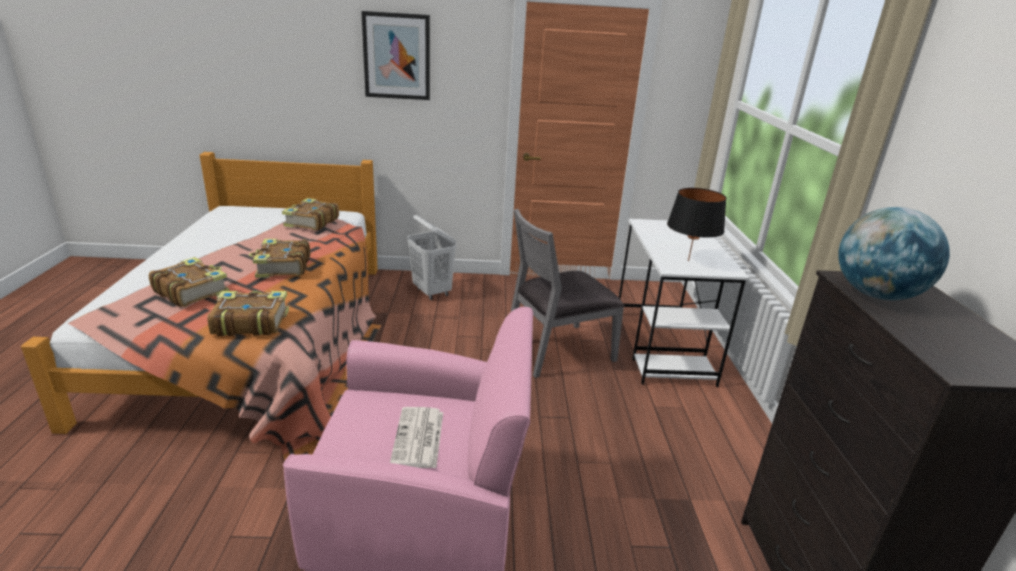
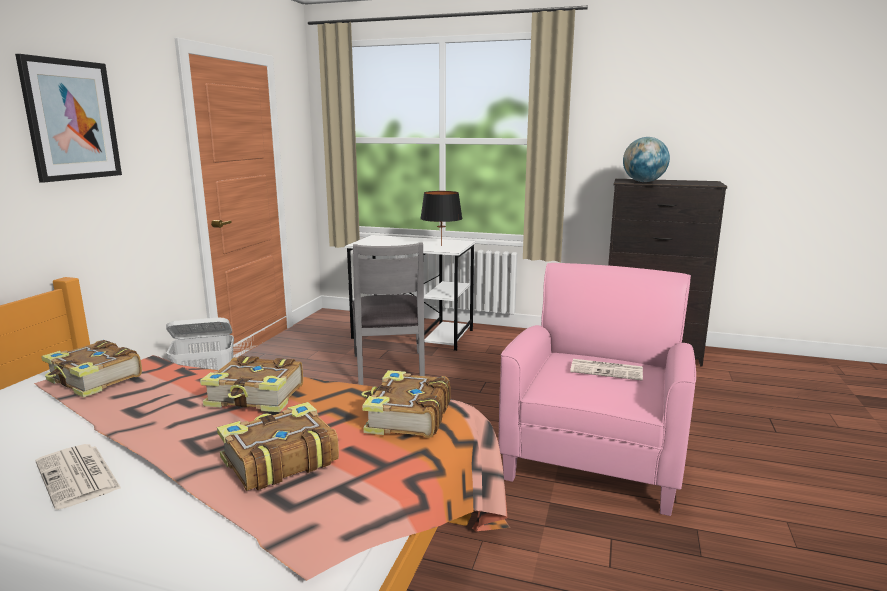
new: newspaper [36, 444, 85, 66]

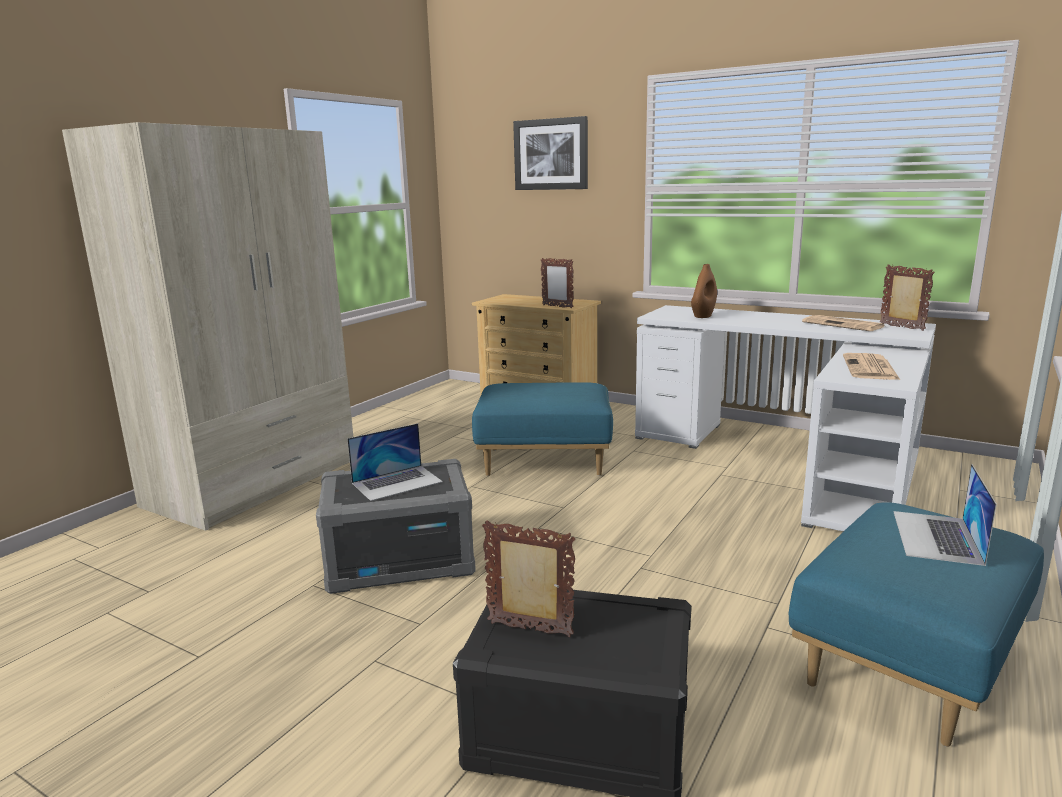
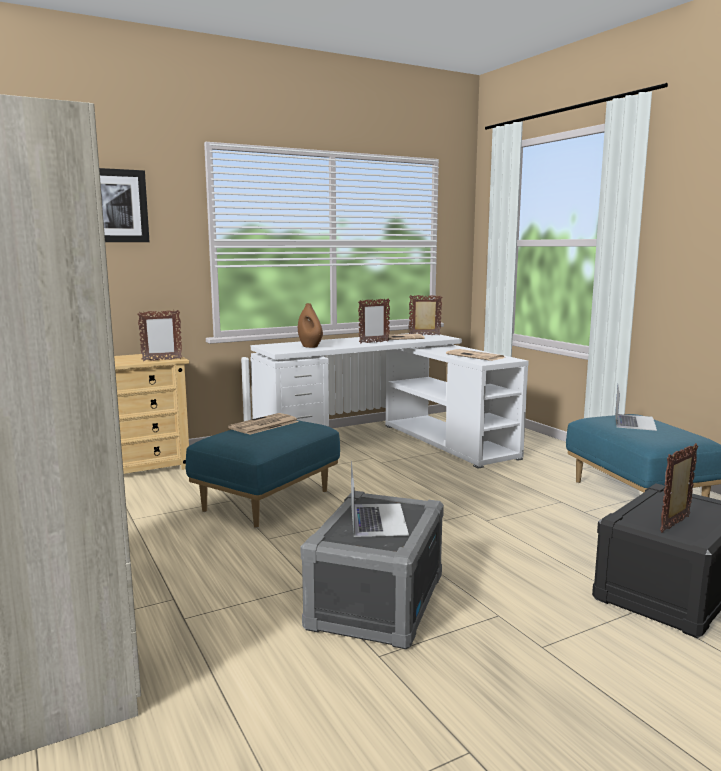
new: newspaper [228, 413, 71, 22]; picture frame [358, 298, 32, 46]
rotated: laptop [893, 464, 104, 102] = [615, 384, 42, 47] 120 degrees counterclockwise

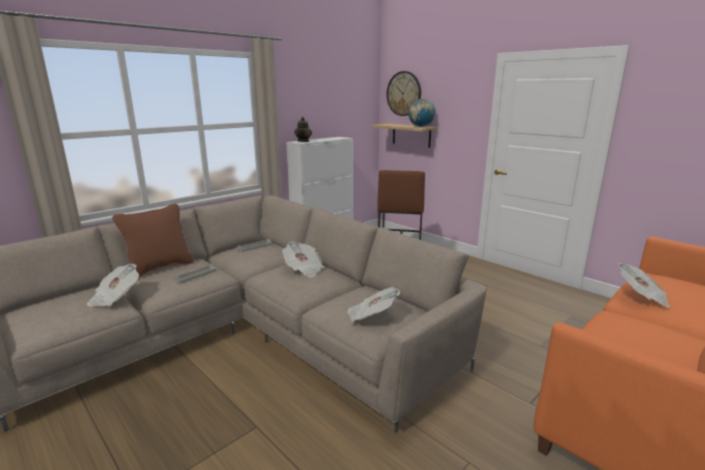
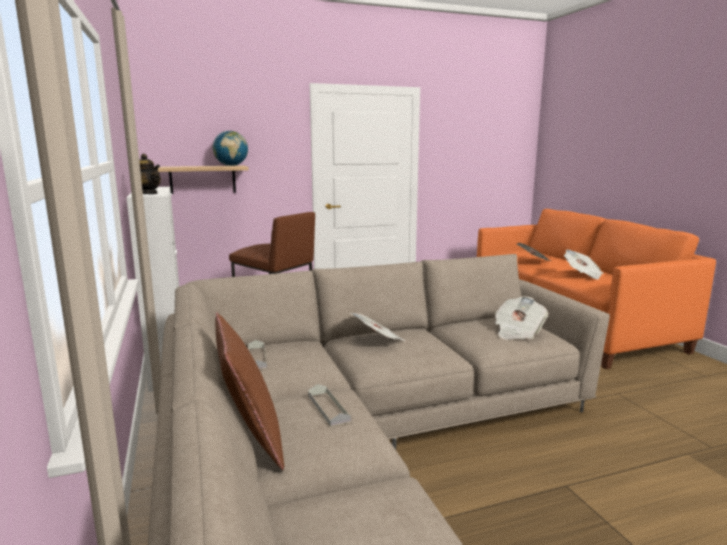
gone: wall clock [386, 71, 35, 45]
shifted: newspaper [87, 264, 52, 43] to [564, 250, 39, 30]

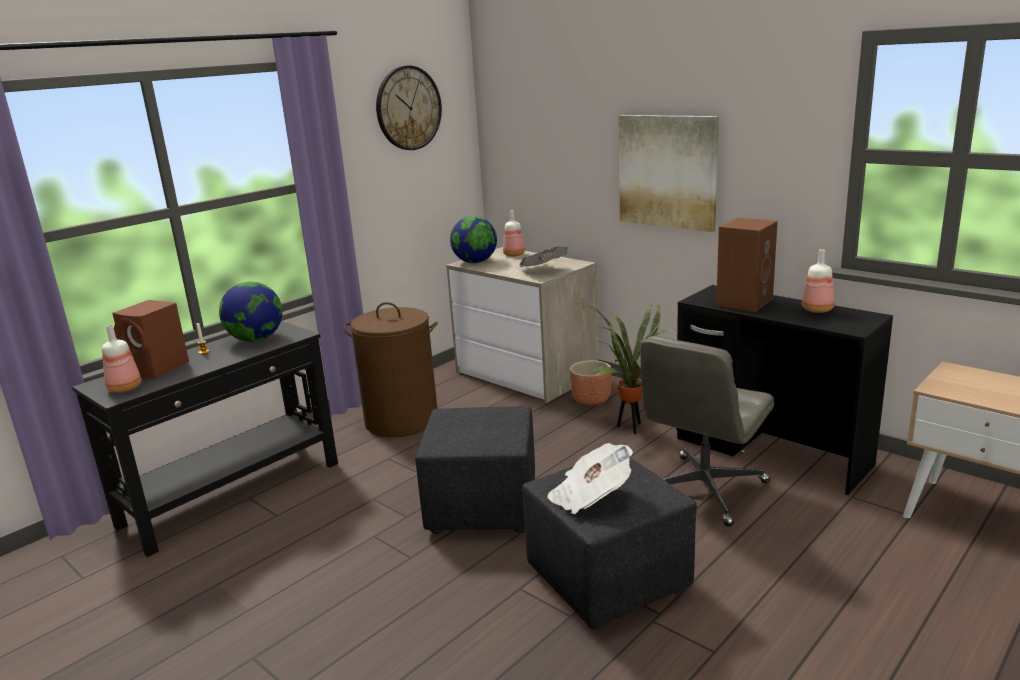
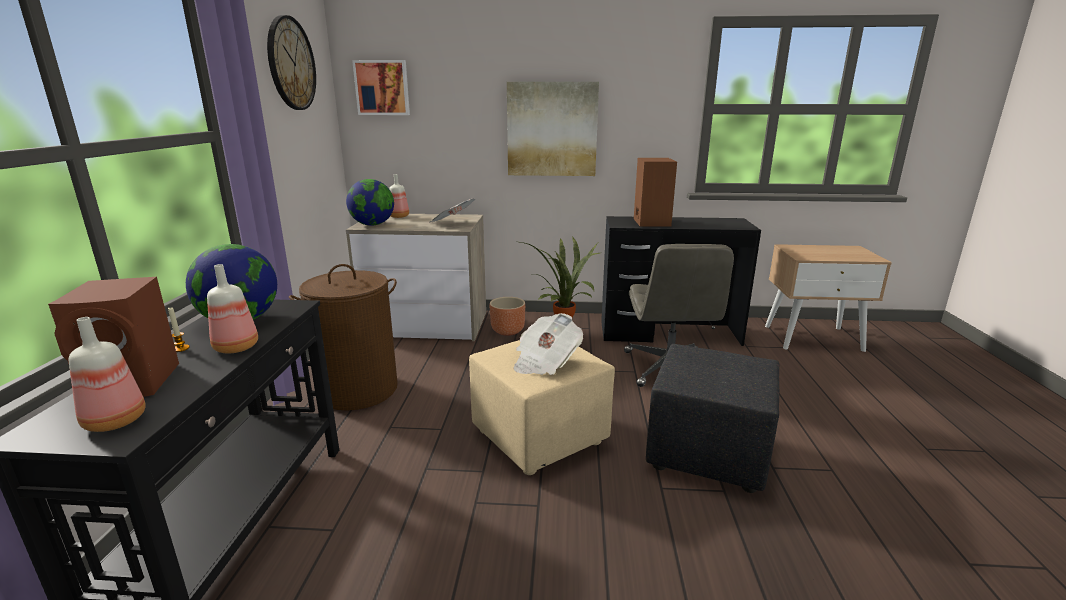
new: picture [352, 60, 58, 55]
shifted: newspaper [548, 443, 85, 71] to [513, 313, 70, 62]; bottle [802, 249, 32, 64] to [207, 264, 51, 89]
repainted: black ottoman [415, 406, 120, 128] to beige ottoman [469, 340, 146, 135]

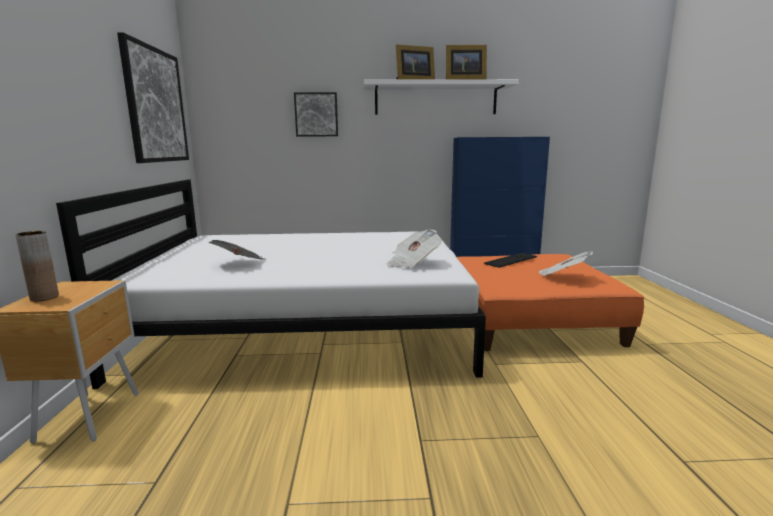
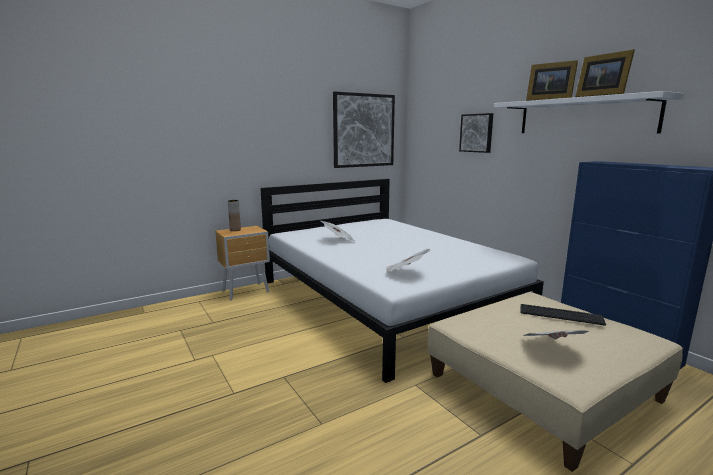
repainted: orange ottoman [457, 254, 187, 97] to beige ottoman [428, 292, 256, 180]

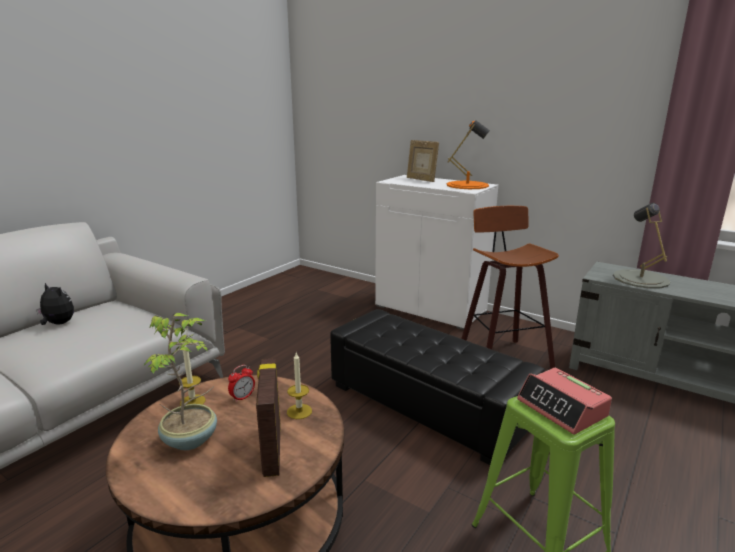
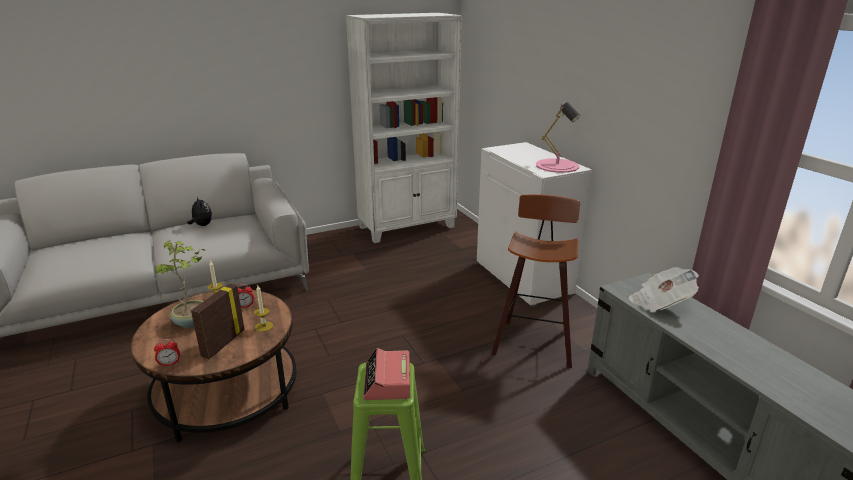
gone: black ottoman [330, 309, 215, 156]; picture frame [407, 140, 32, 42]
new: alarm clock [154, 339, 26, 28]; white bookcase [346, 13, 116, 230]
swapped: grey table lamp [613, 203, 57, 85] to newspaper [629, 267, 70, 45]
repainted: orange table lamp [447, 120, 43, 69] to pink table lamp [536, 102, 44, 71]

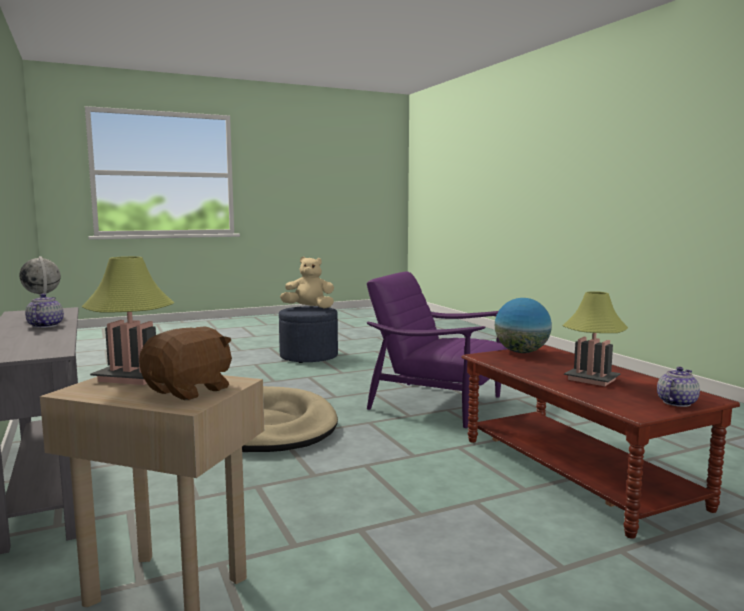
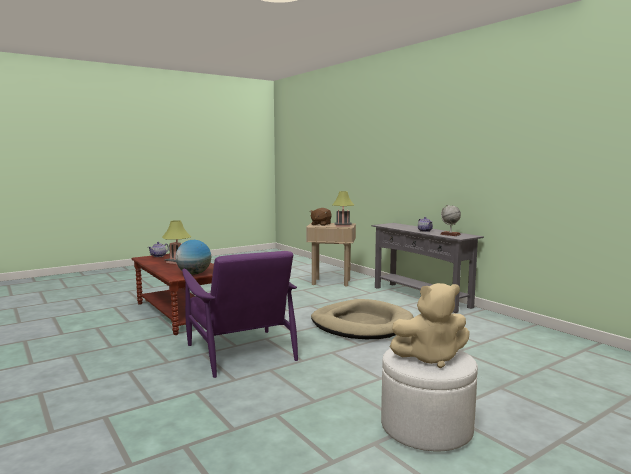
repainted: blue ottoman [279, 306, 59, 57] to white ottoman [381, 348, 97, 103]
rotated: purple armchair [367, 272, 140, 156] = [182, 251, 116, 127] 45 degrees clockwise

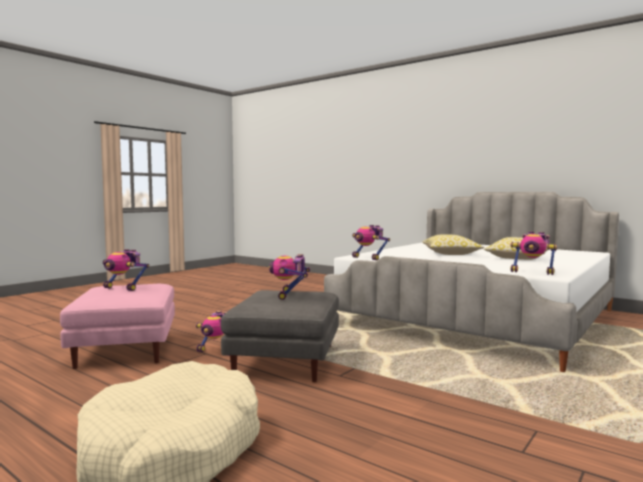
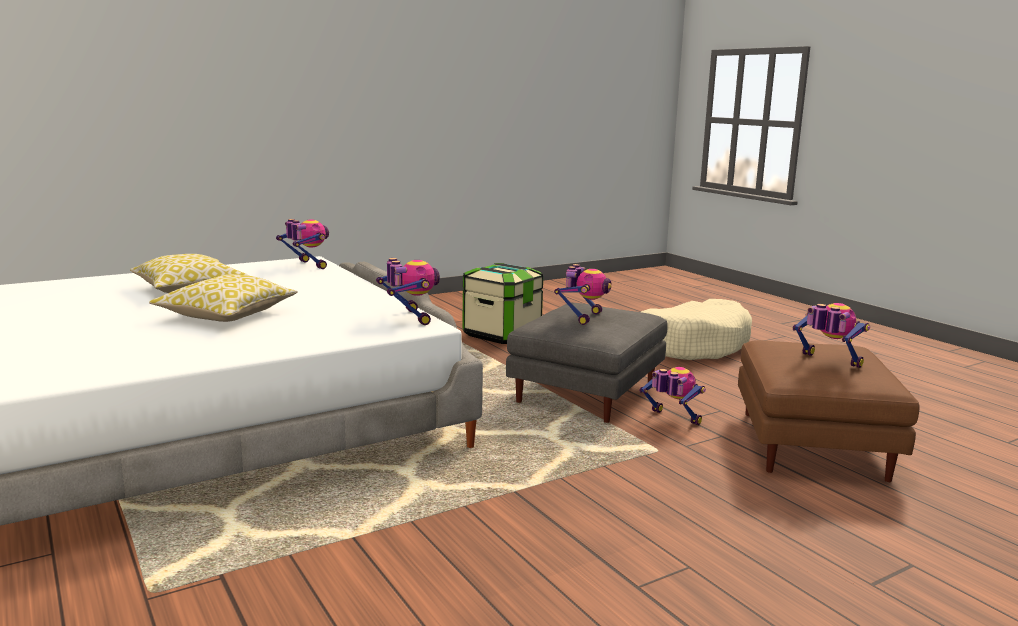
new: storage box [463, 263, 80, 81]
repainted: pink ottoman [60, 284, 115, 85] to brown ottoman [738, 340, 182, 142]

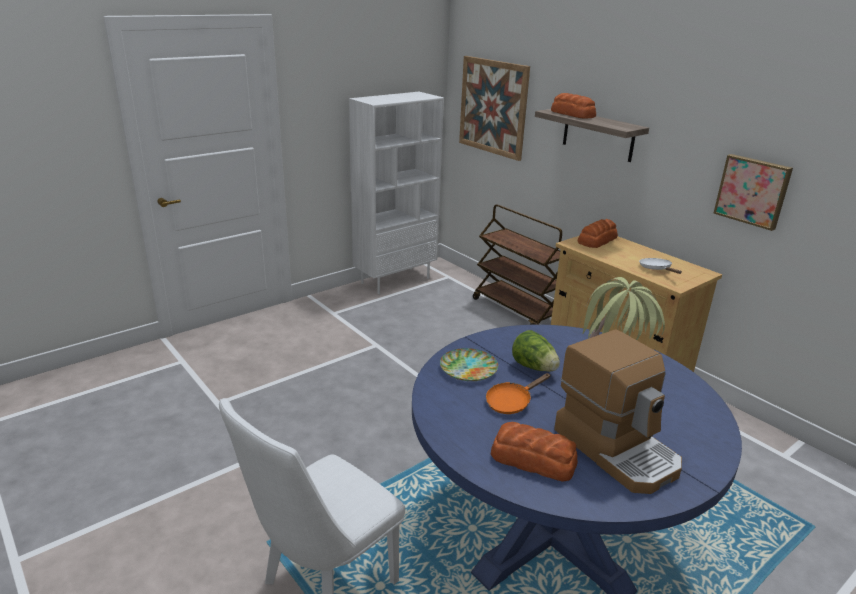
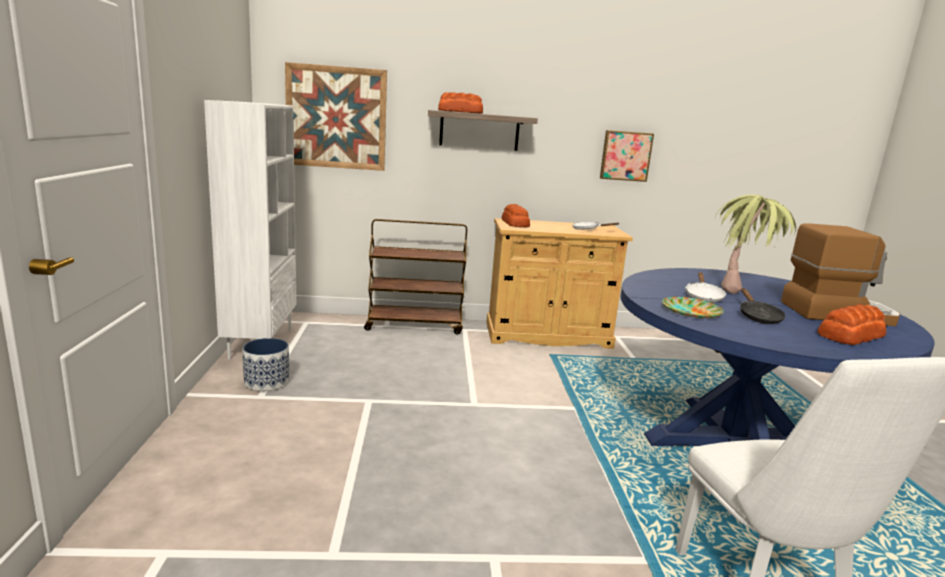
new: planter [242, 338, 47, 53]
swapped: lettuce [512, 330, 48, 42] to white frying pan [685, 272, 41, 30]
repainted: orange frying pan [486, 373, 64, 41] to black frying pan [740, 288, 46, 36]

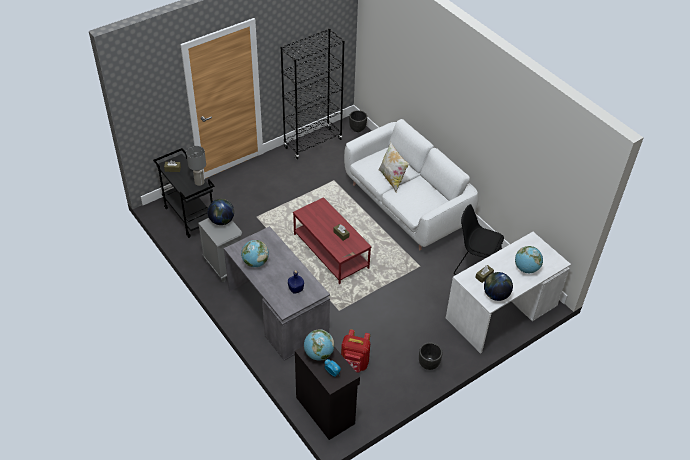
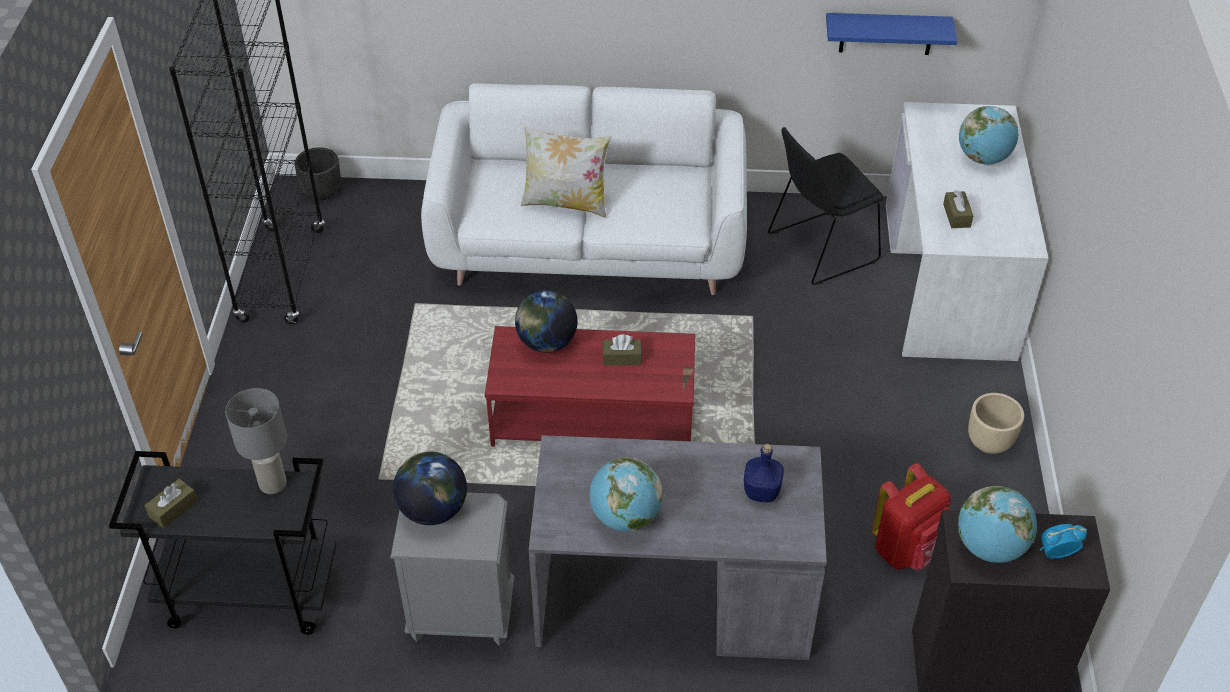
new: blue shelf [826, 13, 131, 42]
shifted: globe [484, 272, 29, 29] to [515, 290, 63, 63]
repainted: black planter [419, 342, 24, 28] to beige planter [968, 393, 56, 61]

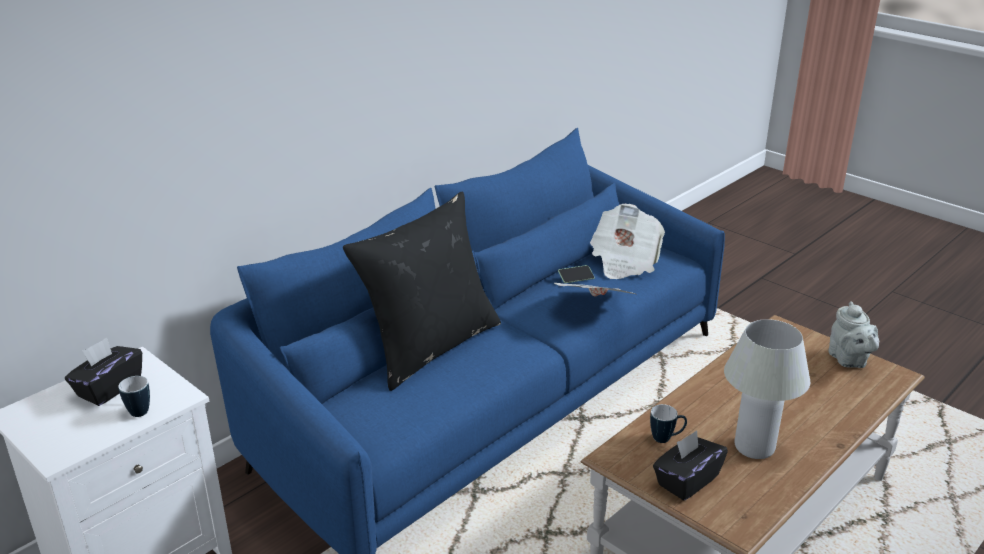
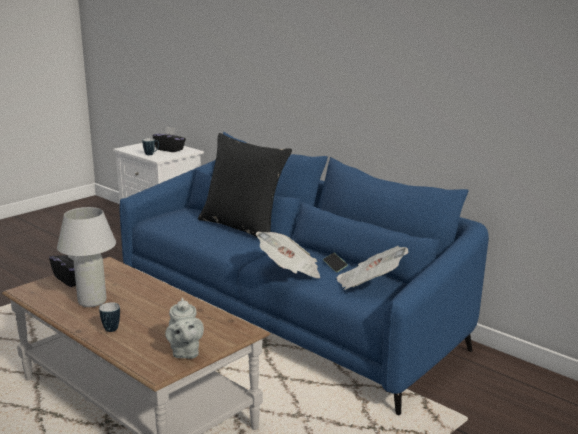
shifted: mug [650, 404, 37, 39] to [99, 302, 21, 30]
rotated: grey teapot [828, 301, 51, 67] = [165, 298, 39, 61] 90 degrees counterclockwise

